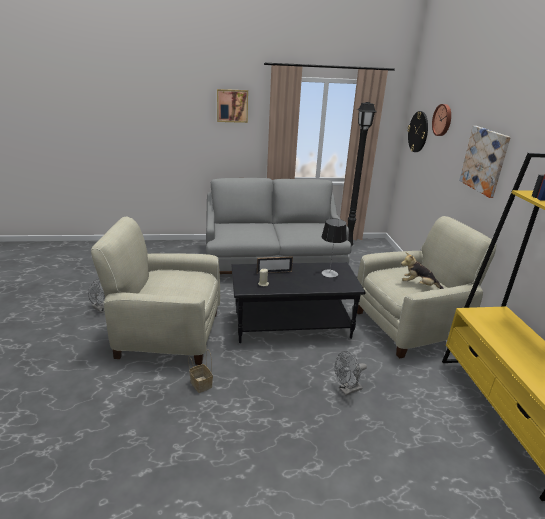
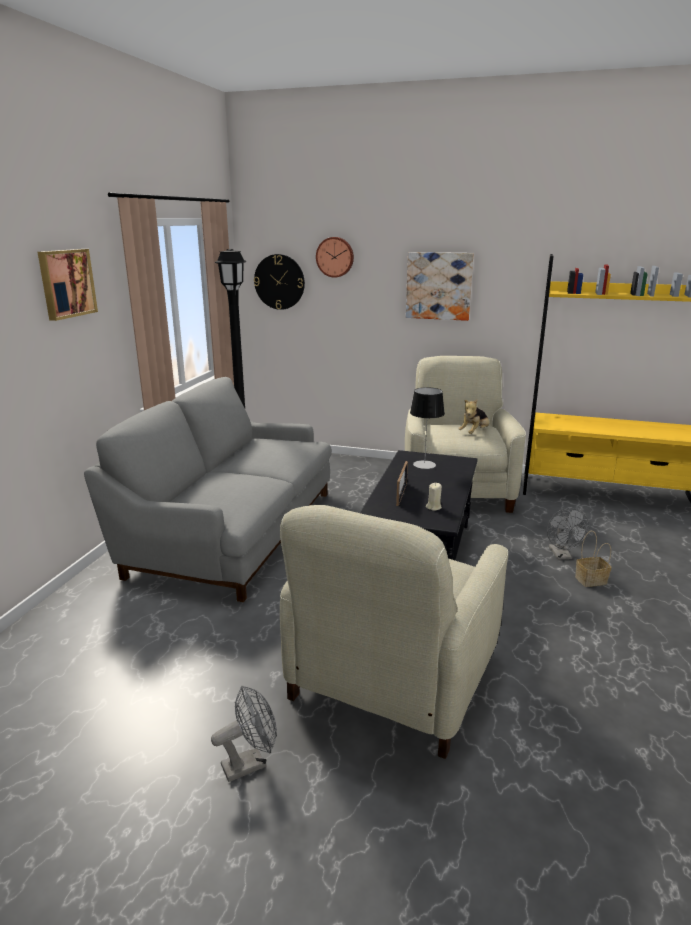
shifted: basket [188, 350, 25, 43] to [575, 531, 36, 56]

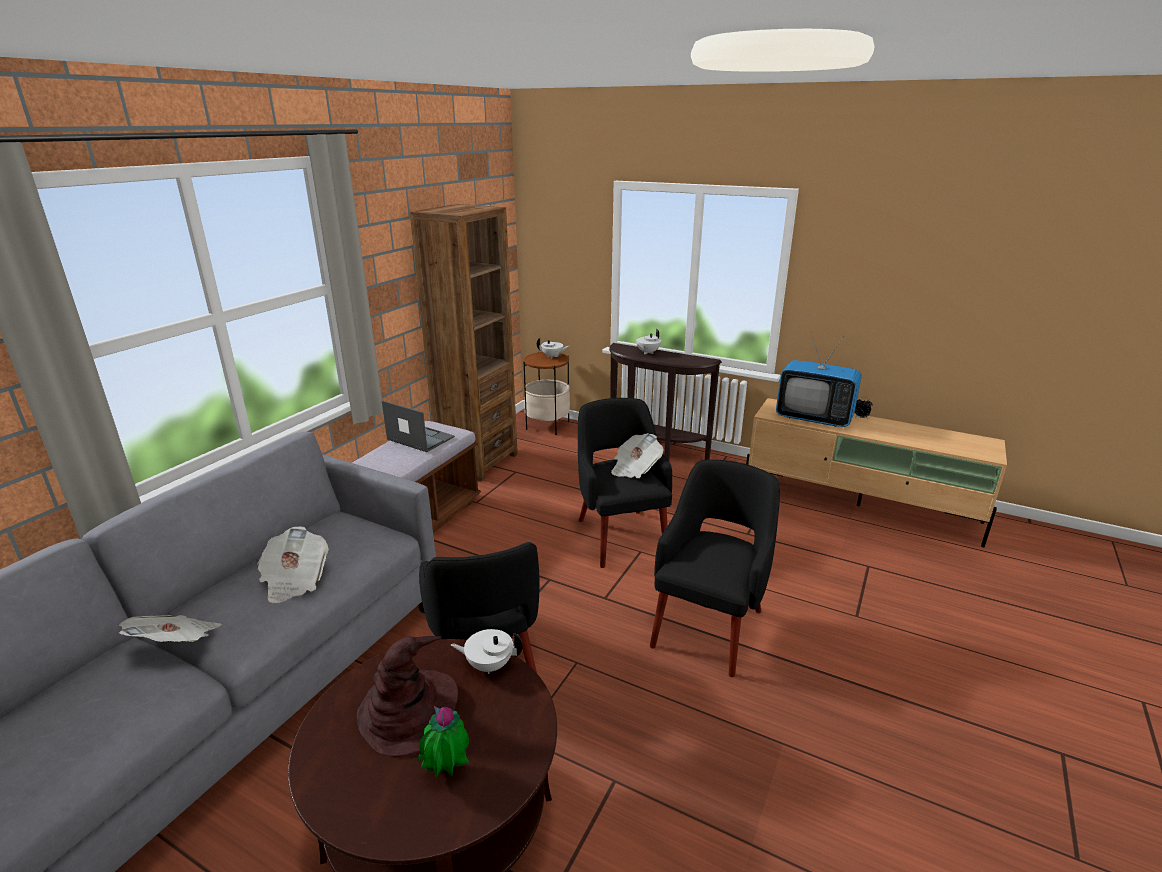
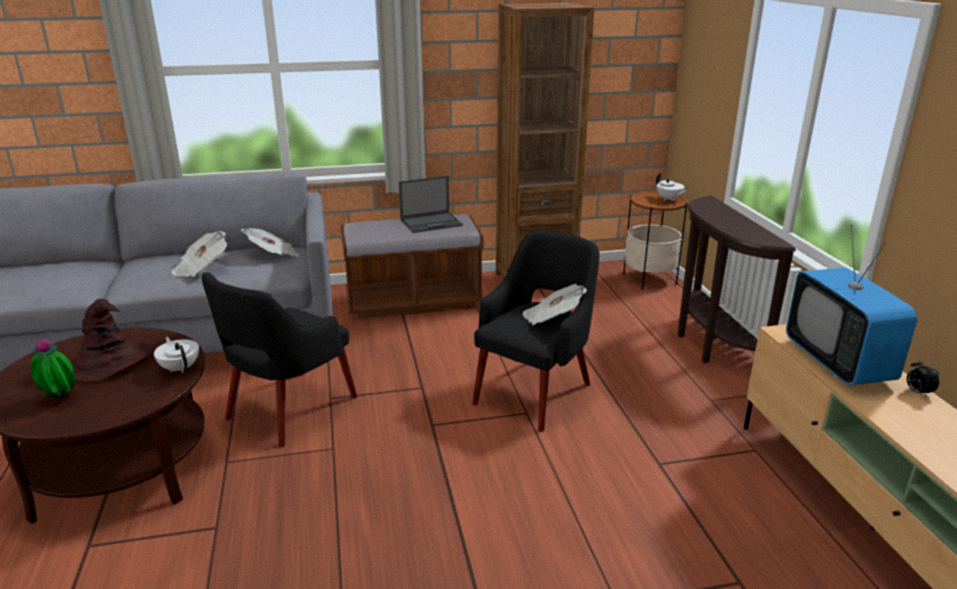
gone: white teapot [636, 329, 25, 25]; black armchair [650, 459, 130, 218]
shifted: newspaper [119, 615, 103, 27] to [241, 228, 58, 29]
rotated: laptop [382, 401, 73, 51] = [399, 176, 64, 57] 75 degrees clockwise

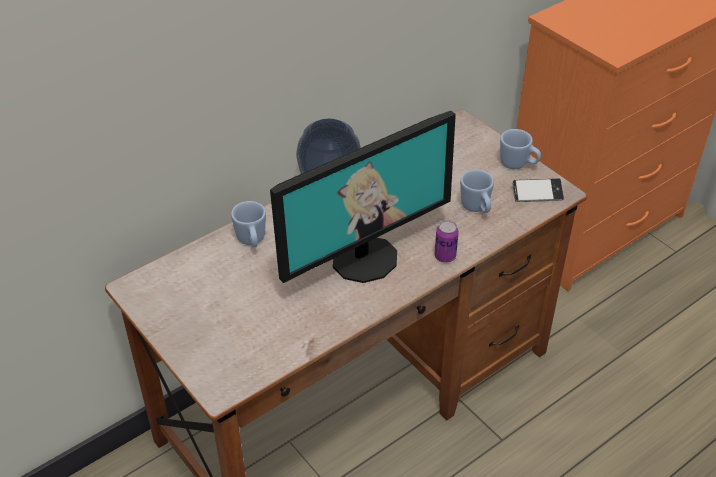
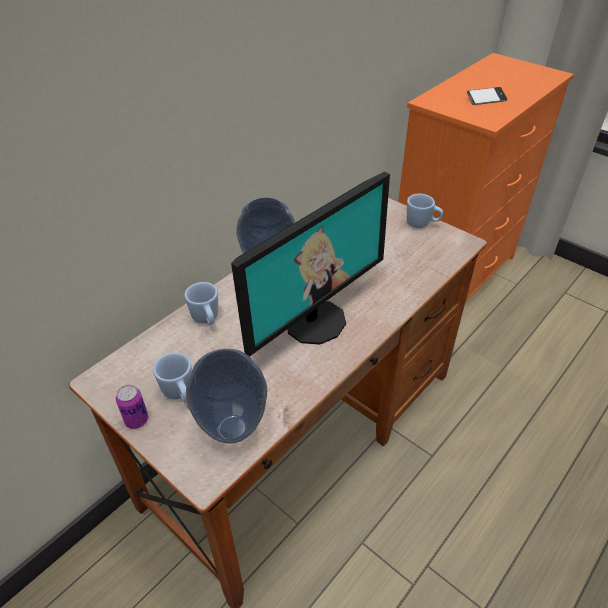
new: vase [186, 349, 82, 95]
shifted: can [435, 220, 24, 43] to [116, 385, 32, 44]; blue mug [460, 170, 34, 43] to [153, 353, 39, 49]; phone [512, 178, 52, 24] to [467, 87, 40, 18]

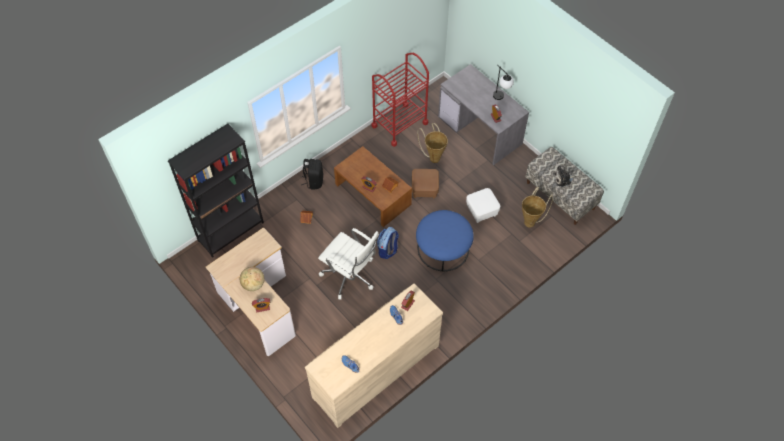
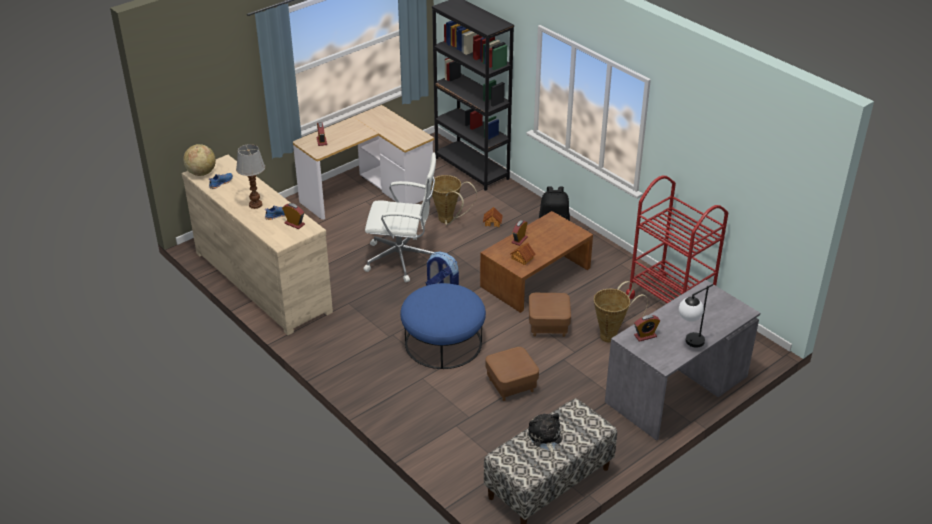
new: table lamp [236, 144, 29, 65]
shifted: globe [240, 267, 25, 24] to [183, 144, 33, 32]; basket [522, 187, 31, 41] to [431, 175, 46, 50]
repainted: white ottoman [466, 188, 34, 35] to brown ottoman [485, 347, 54, 54]
rotated: white office chair [318, 228, 61, 72] = [364, 152, 72, 130] 120 degrees counterclockwise

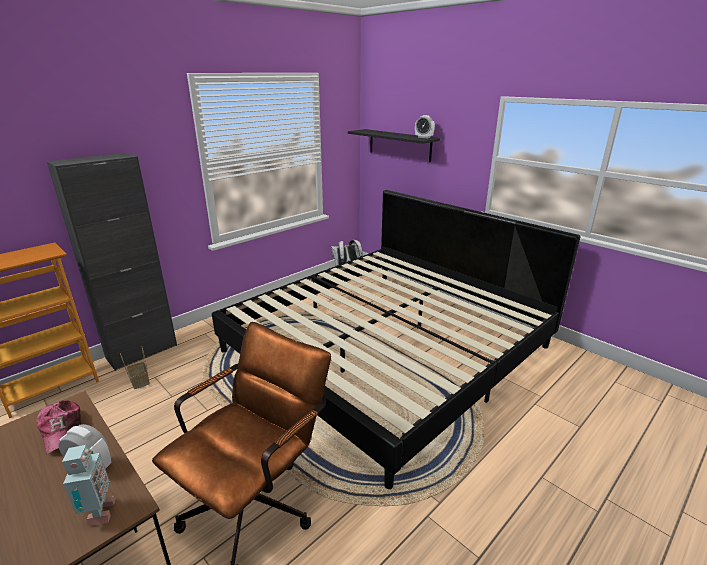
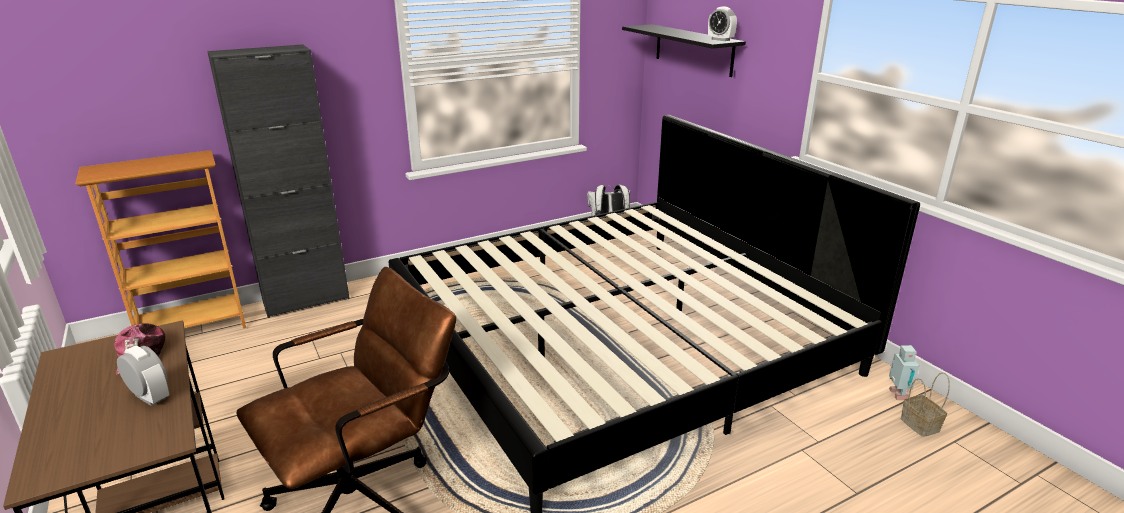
shifted: toy robot [62, 445, 54, 81] to [889, 345, 30, 55]; basket [120, 347, 30, 42] to [901, 372, 49, 65]

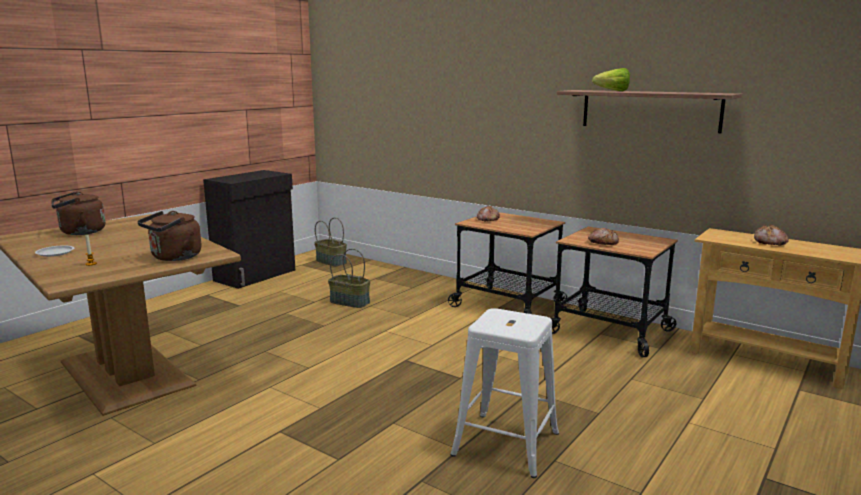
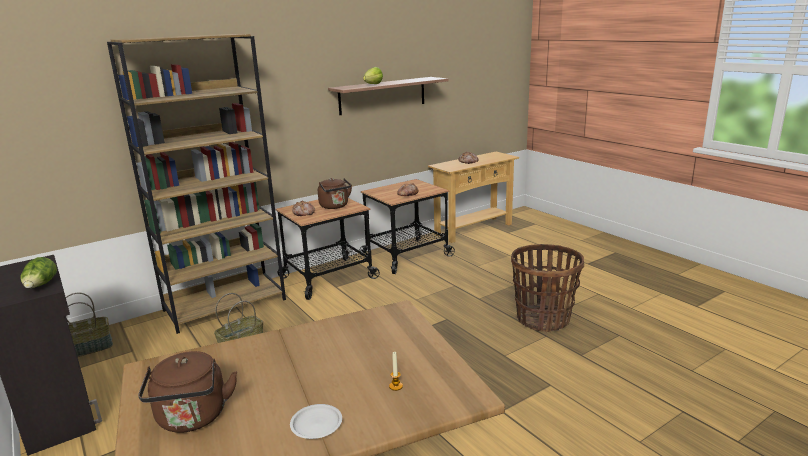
new: lettuce [21, 257, 36, 31]; brown bookcase [107, 34, 179, 300]
shifted: brown kettle [137, 211, 65, 50] to [318, 178, 34, 31]
swapped: white stool [451, 308, 108, 170] to basket [511, 244, 73, 88]

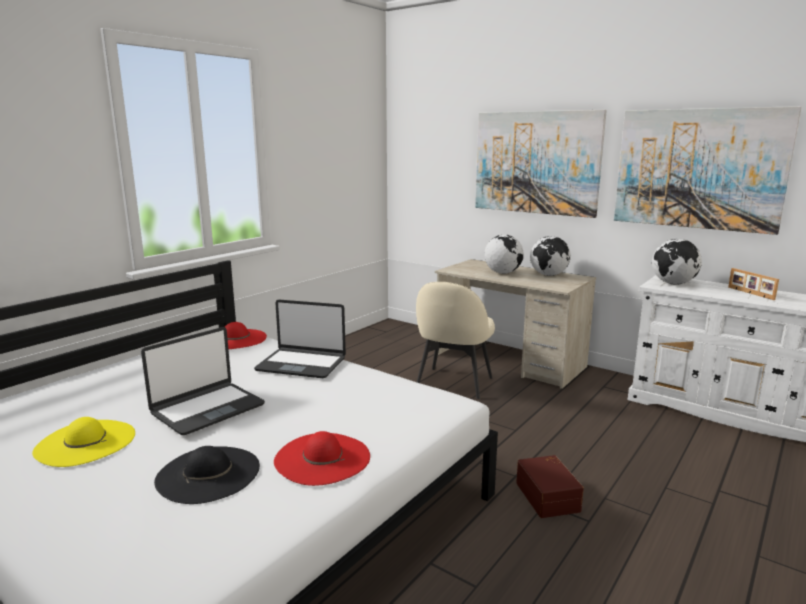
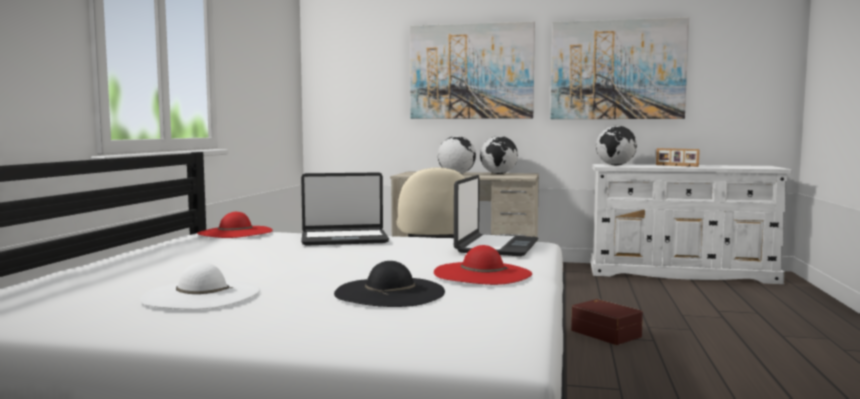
shifted: laptop [141, 327, 124, 108] to [454, 175, 84, 81]
repainted: yellow hat [32, 417, 103, 50] to white hat [140, 262, 120, 47]

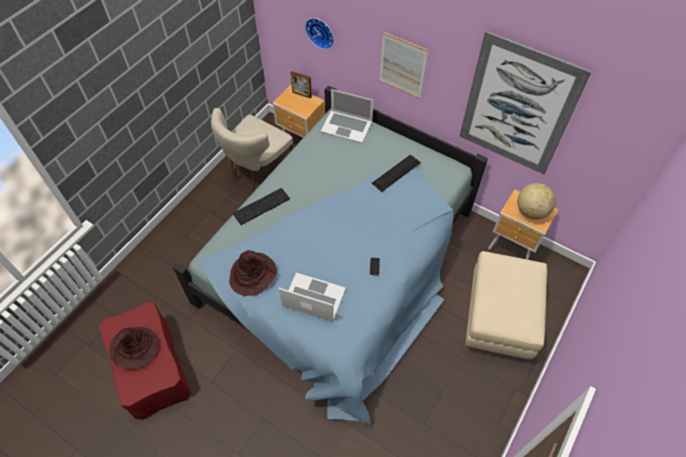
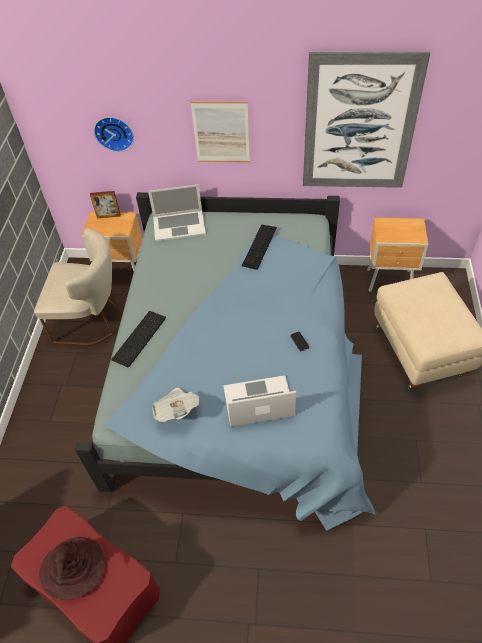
gone: globe [517, 183, 39, 37]
swapped: brown hat [229, 250, 48, 46] to newspaper [152, 388, 47, 34]
rotated: beige chair [211, 108, 82, 84] = [34, 228, 87, 117] 90 degrees counterclockwise

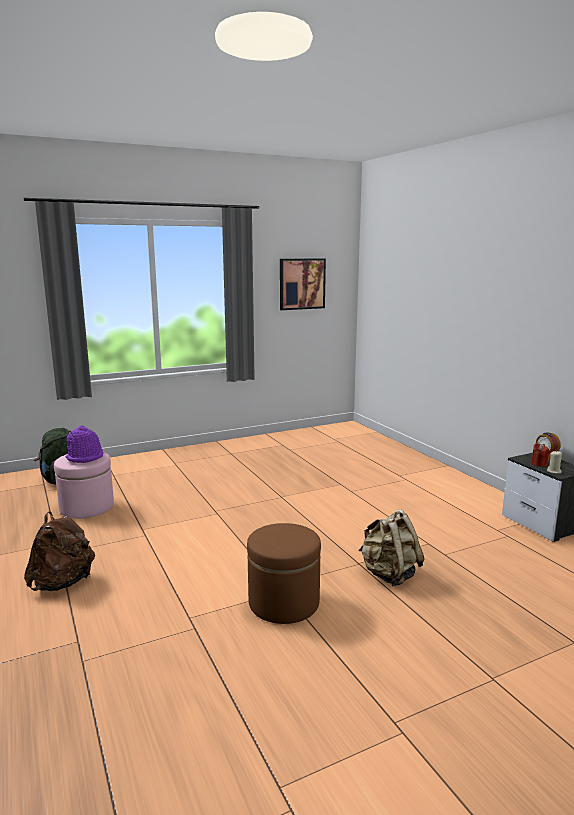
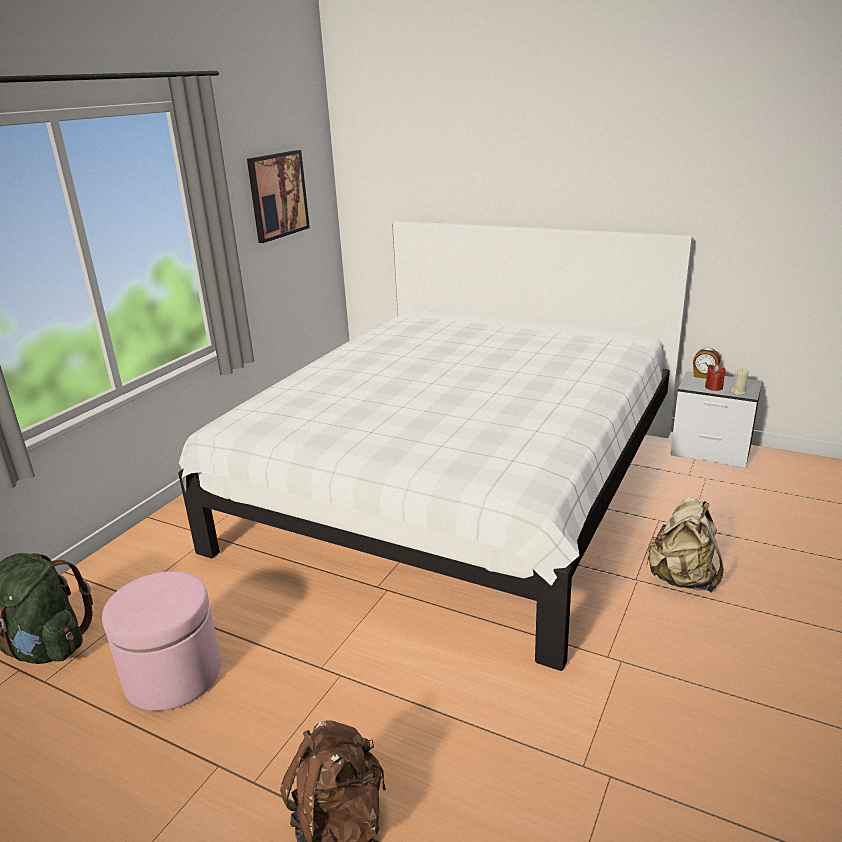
gone: purple hat [65, 425, 38, 38]; brown ottoman [247, 523, 74, 101]
new: white bed [178, 221, 515, 450]

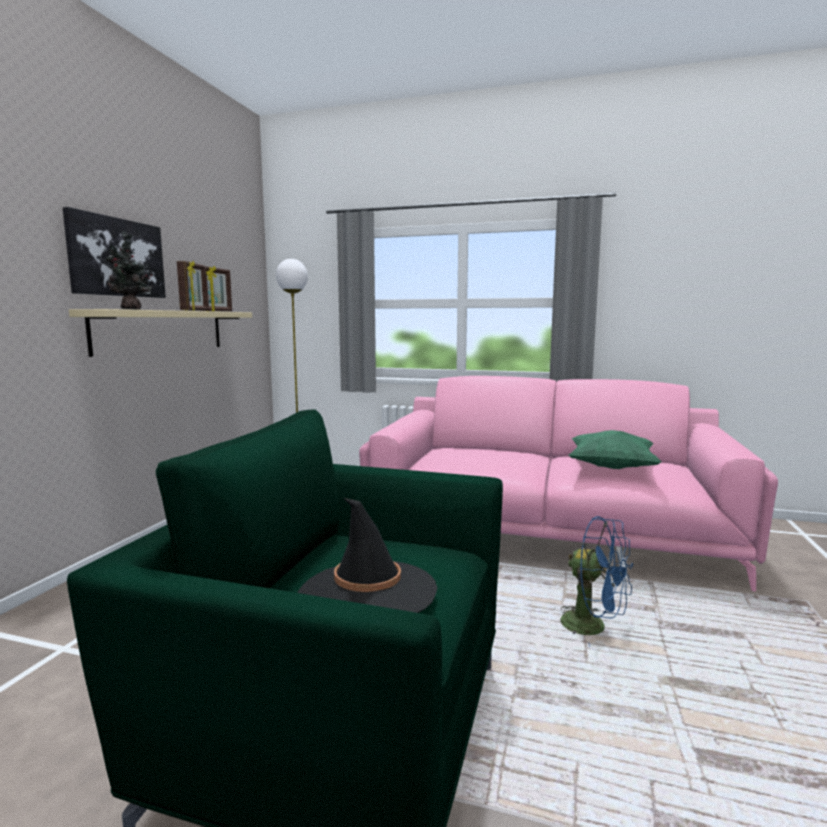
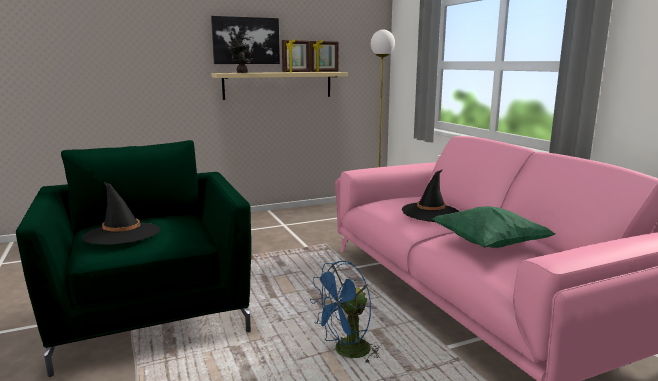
new: black hat [402, 170, 58, 52]
rotated: blue fan [554, 516, 79, 131] = [310, 261, 71, 104] 60 degrees clockwise

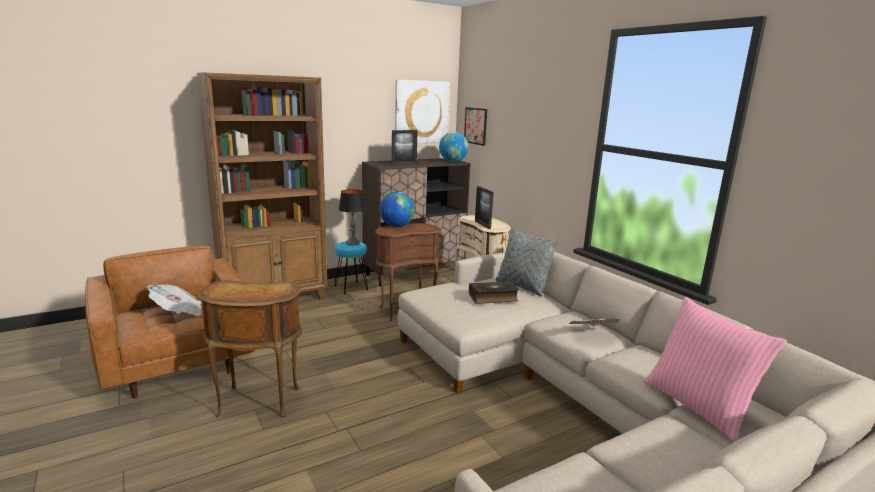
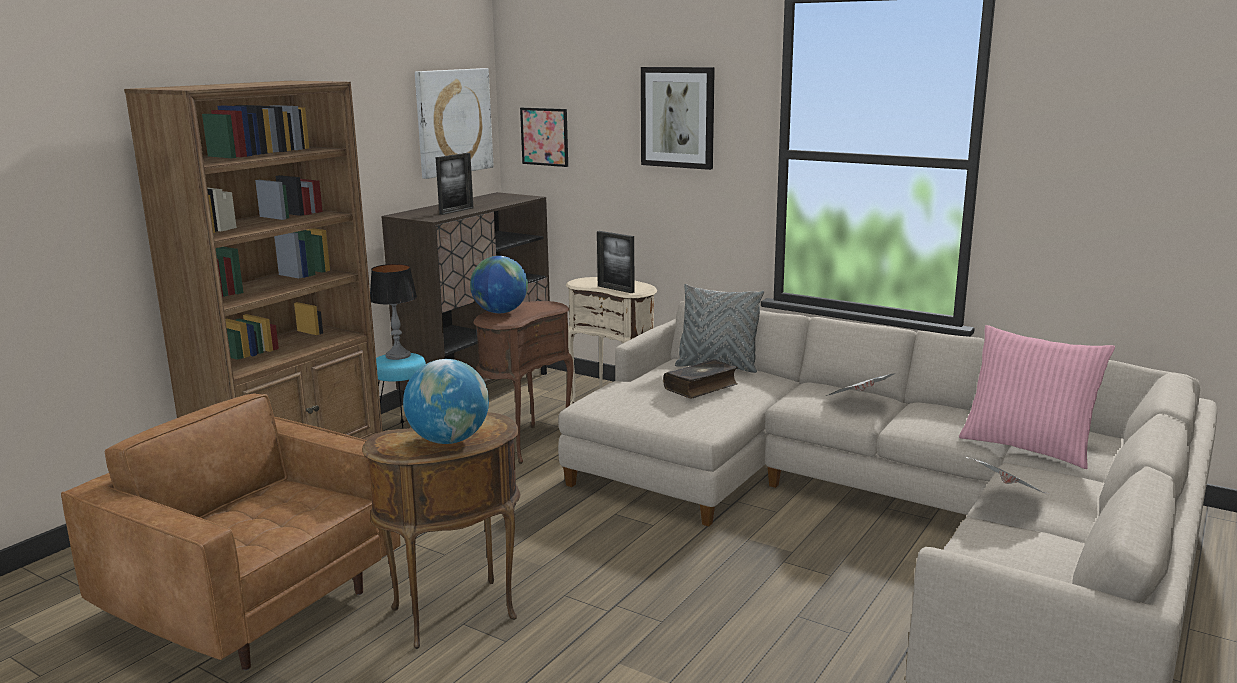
new: picture [641, 67, 74, 103]
shifted: newspaper [147, 284, 55, 32] to [965, 457, 85, 38]; globe [439, 132, 30, 30] to [403, 359, 86, 85]

